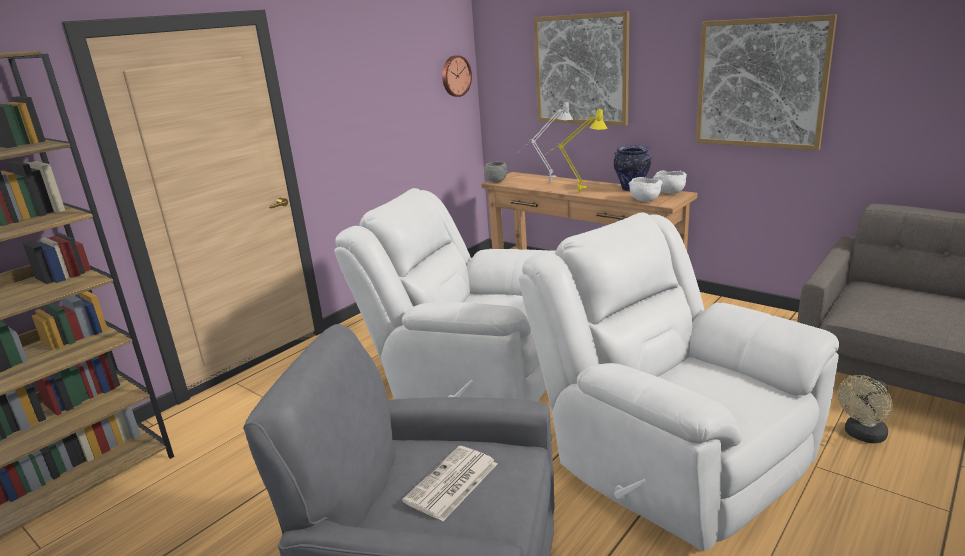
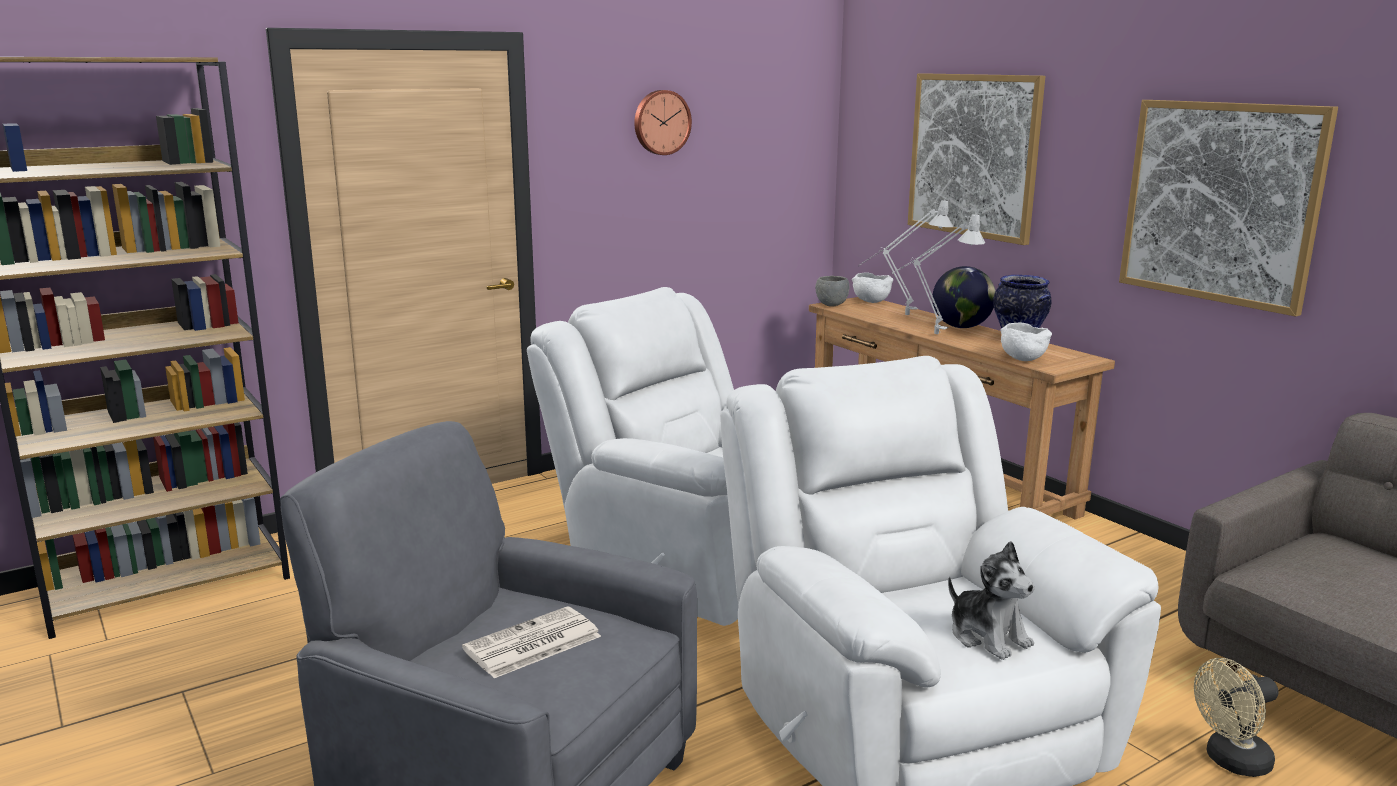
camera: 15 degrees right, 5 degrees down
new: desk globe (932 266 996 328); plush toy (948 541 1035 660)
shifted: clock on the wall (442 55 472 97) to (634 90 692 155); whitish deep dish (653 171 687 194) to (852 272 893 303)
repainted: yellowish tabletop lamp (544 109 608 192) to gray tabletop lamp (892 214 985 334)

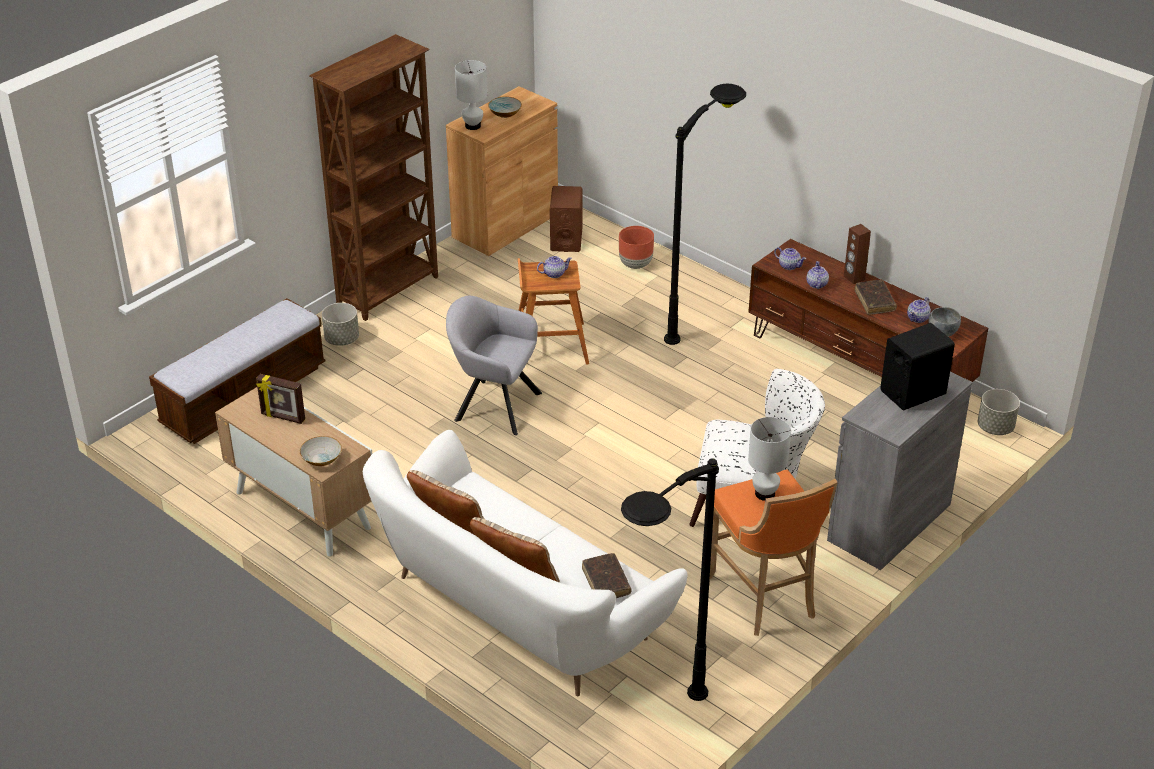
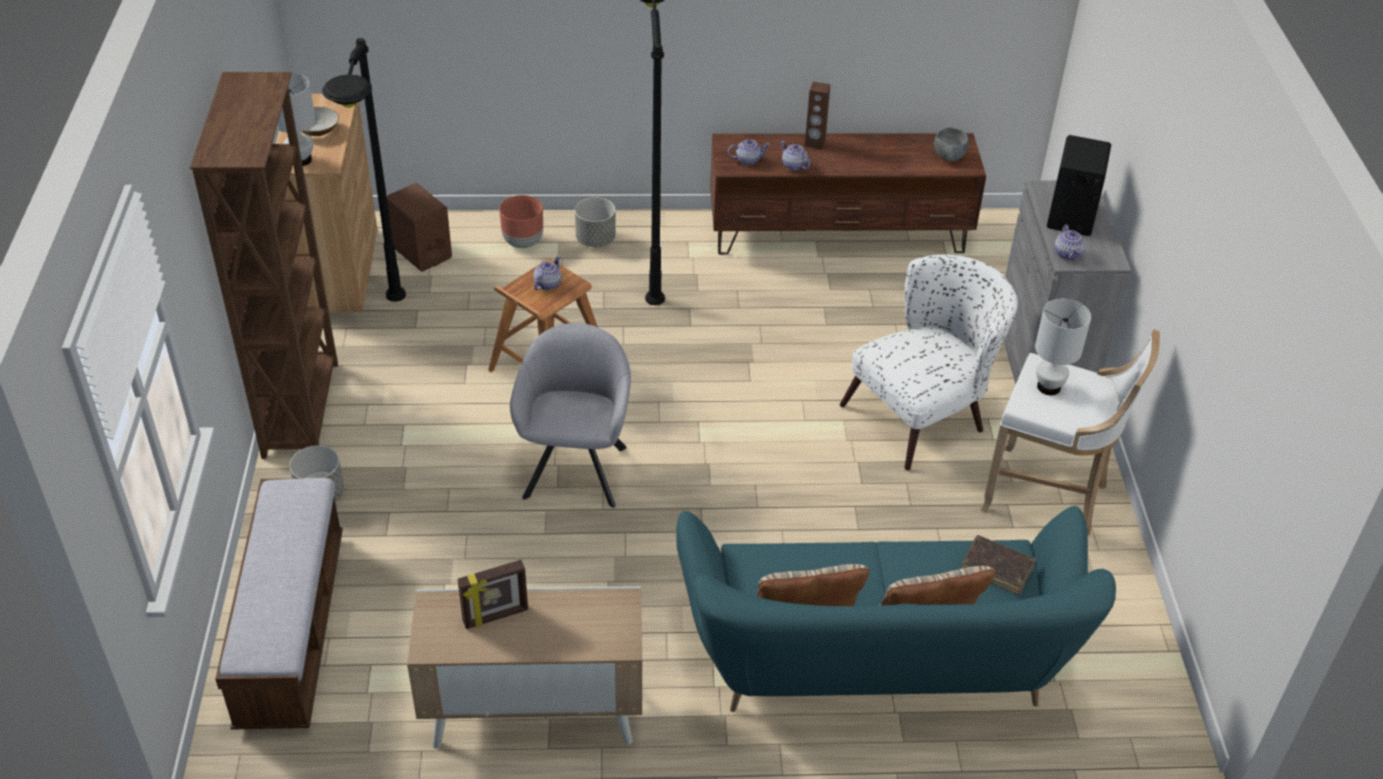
camera: 45 degrees left, 5 degrees up
gone: brownish bound book (854 280 897 315); deep dish (300 436 342 466)
shifted: tea pot (907 297 931 323) to (1055 225 1085 261); gray plant pot (978 389 1020 435) to (575 197 616 247); blackish floor lamp (621 458 719 701) to (322 38 406 302)
repainted: whitish settee (363 430 687 696) to turquoise settee (676 506 1116 712); orange stool seat (710 470 838 636) to whitish stool seat (980 330 1160 536)
rotated: gray lounge chair (446 296 542 435) = (510 323 631 508) 120 degrees clockwise

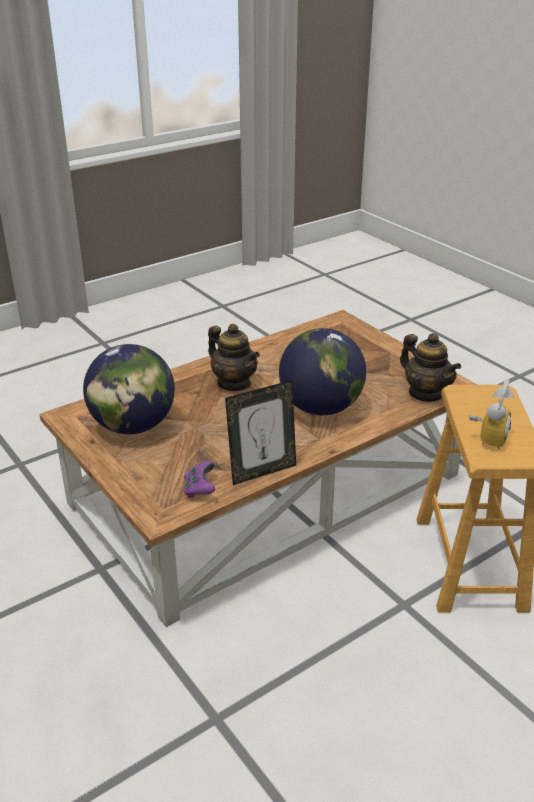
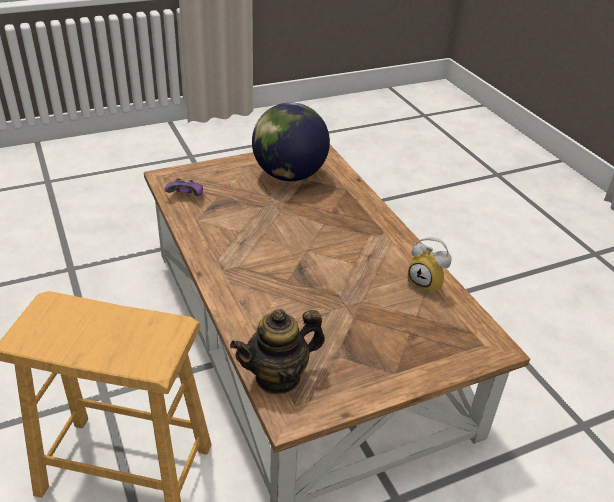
camera: 100 degrees right, 5 degrees up
gone: tea pot (208 324 260 391); desk globe (279 328 366 415); standing frame (225 380 296 485)
shifted: table clock (469 379 514 450) to (408 237 452 294)

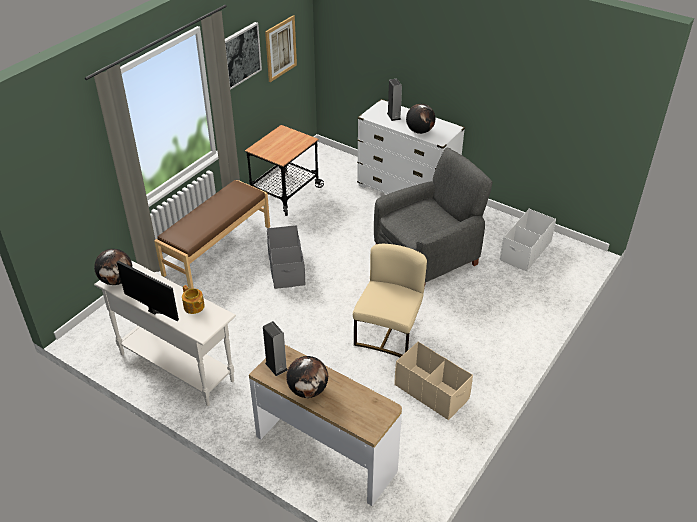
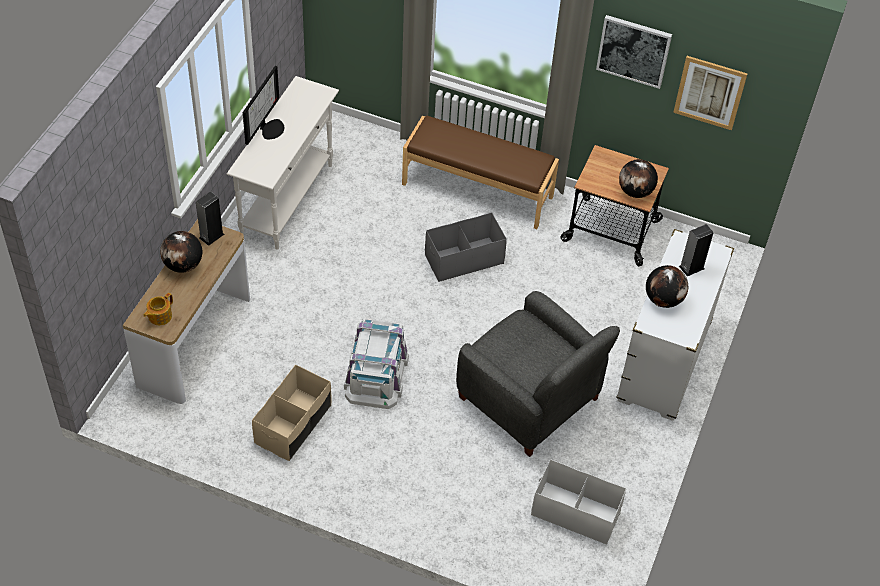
camera: 75 degrees right, 10 degrees up
shifted: desk globe (94 249 132 285) to (619 159 658 198); tea pot (182 285 205 314) to (144 293 173 325)
swapped: beige-coloured chair (353 244 427 357) to whitish storage container (344 318 409 409)

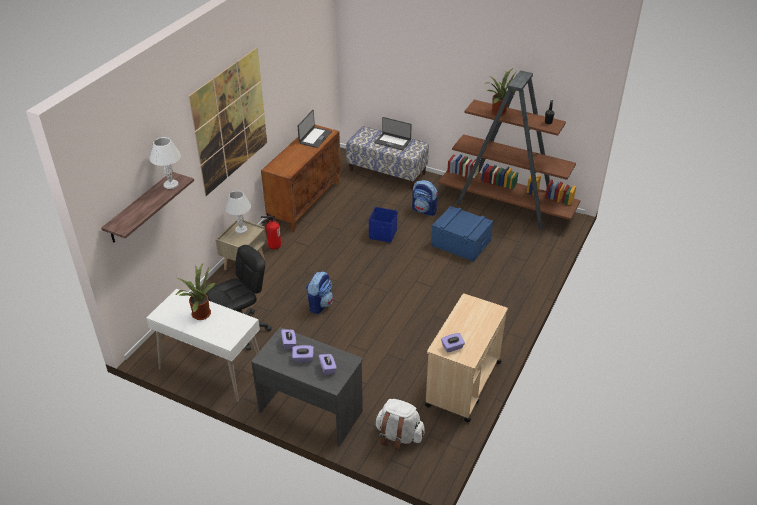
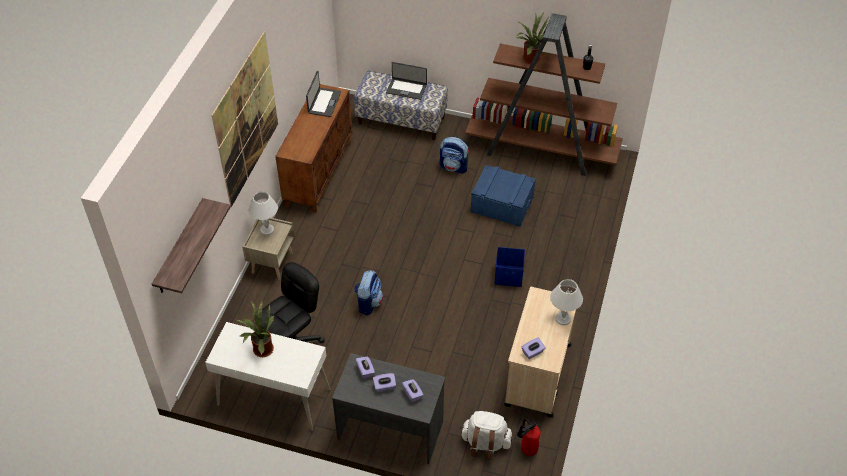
camera: 10 degrees left, 10 degrees up
shifted: whitish tabletop lamp (149 137 181 189) to (550 279 583 325); blue-coloured storage container (369 207 397 243) to (494 247 525 287); fire-fighting cylinder (261 213 281 249) to (517 418 541 456)

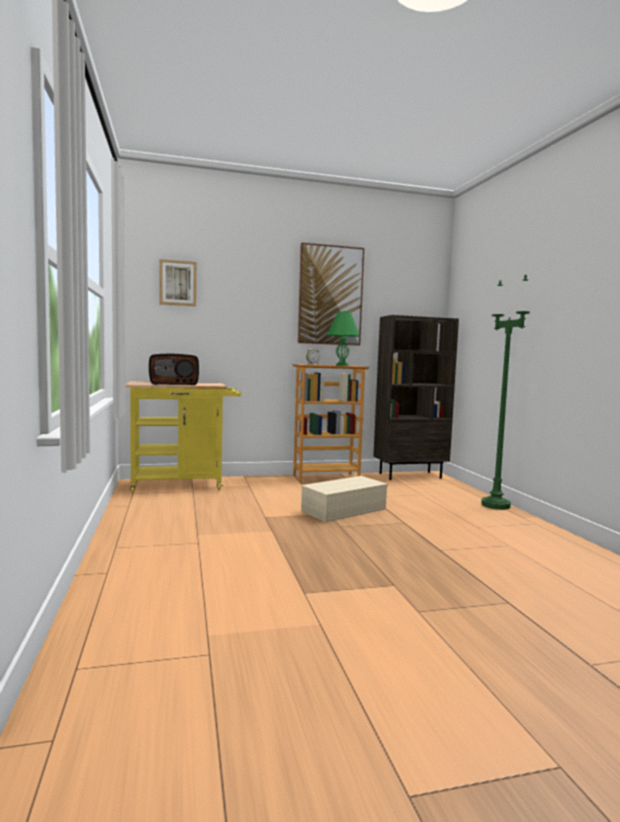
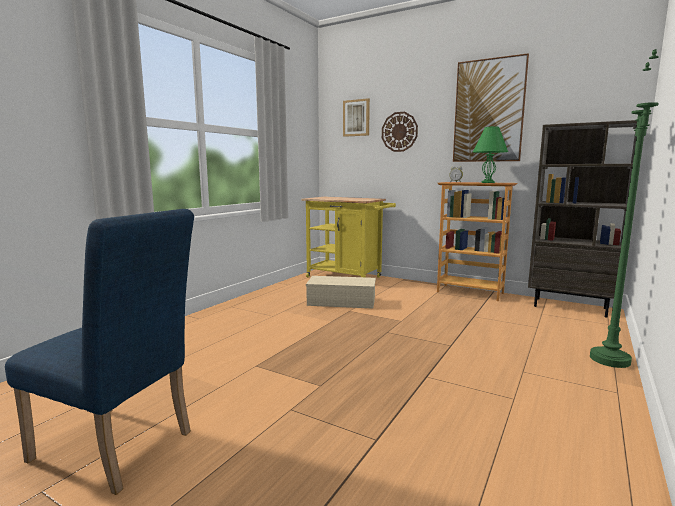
camera: 45 degrees right, 5 degrees up
gone: radio receiver (149 354 199 385)
new: clock on the wall (382 112 418 152); blue-coloured chair (5 209 194 495)
shifted: beige-coloured storage container (301 476 388 522) to (306 276 376 309)

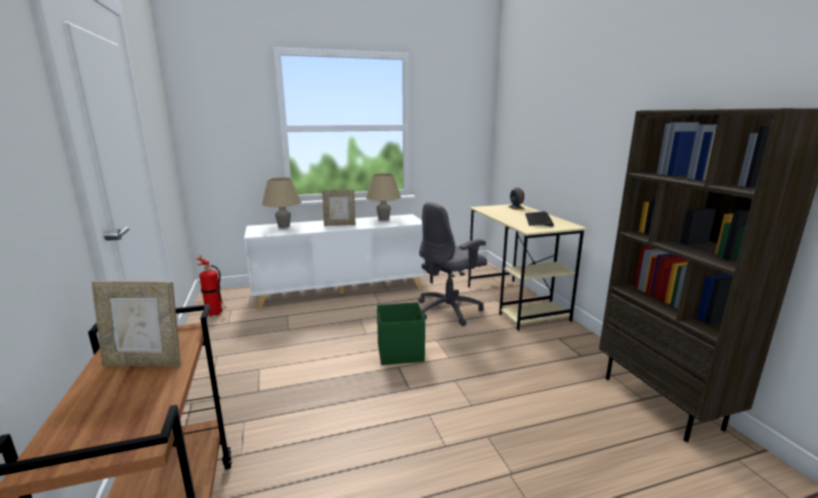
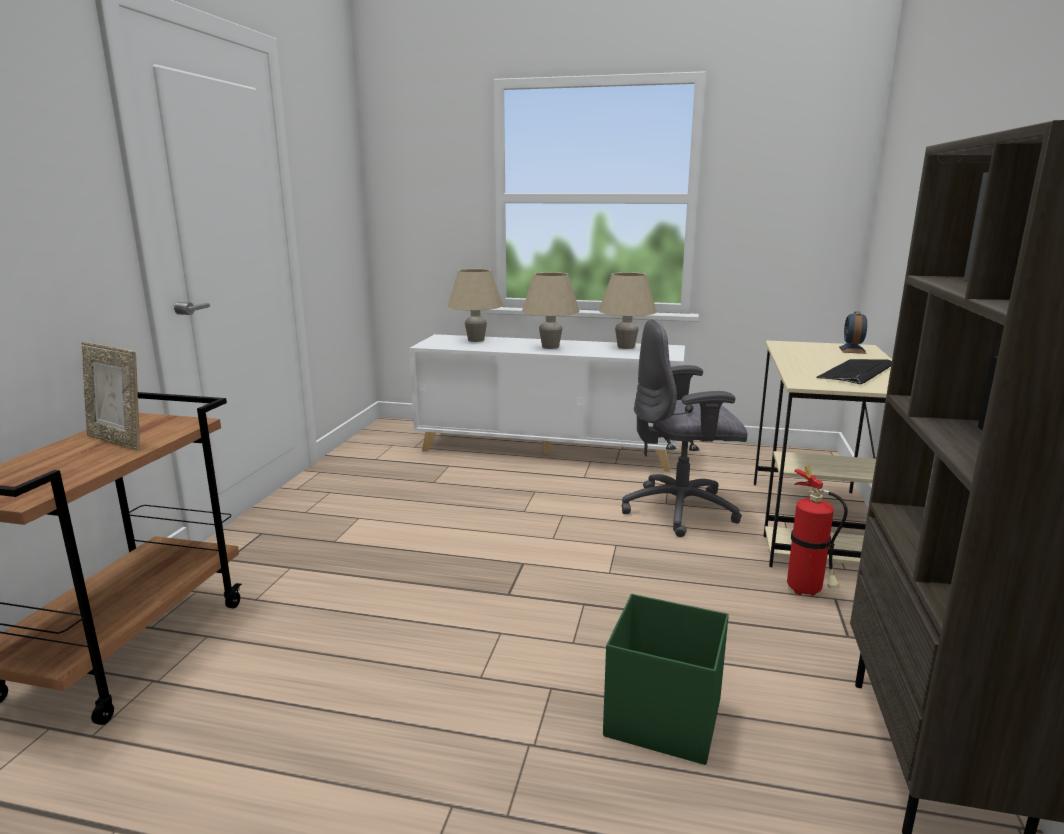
camera: 30 degrees right, 0 degrees up
shifted: fire-fighting cylinder (196 255 227 317) to (787 465 848 596); green-coloured storage container (377 302 425 365) to (603 594 729 765)
swapped: standing frame (322 190 356 226) to beige-coloured tabletop lamp (522 272 580 349)

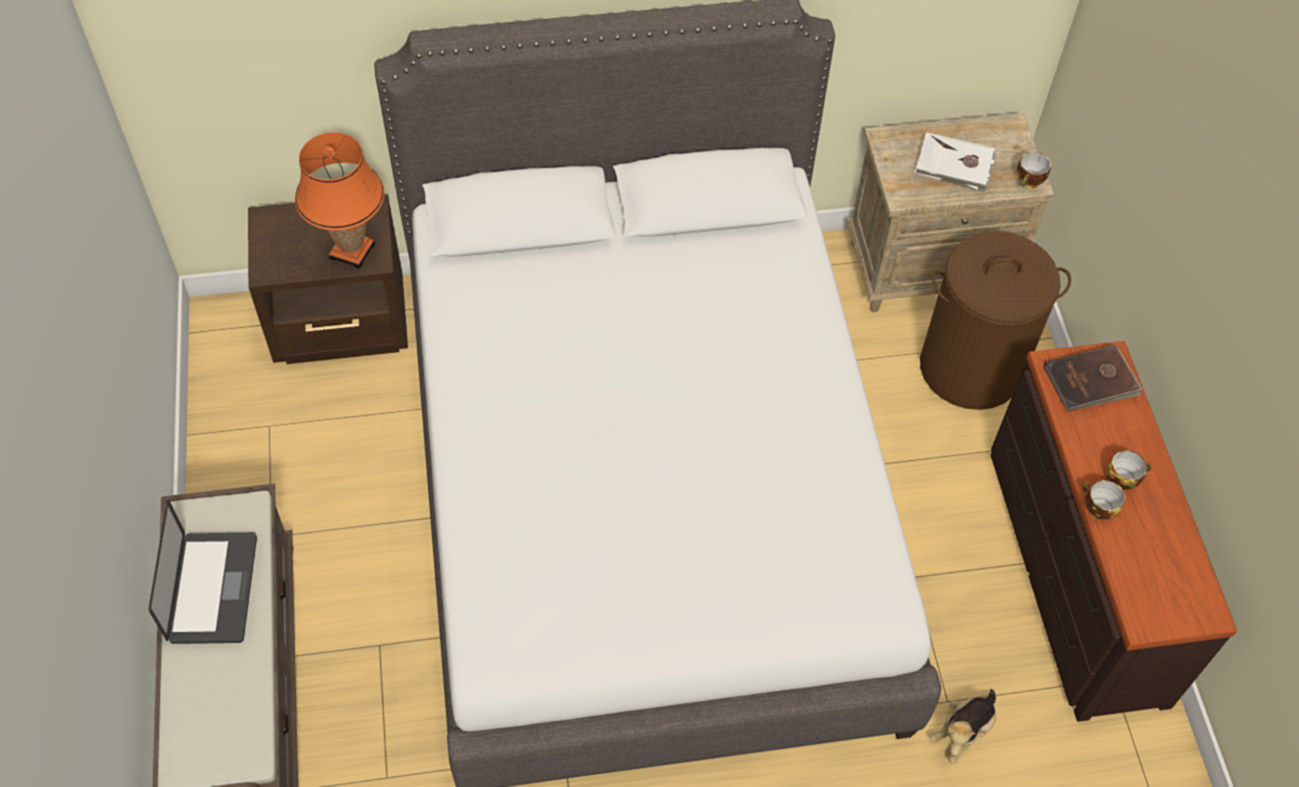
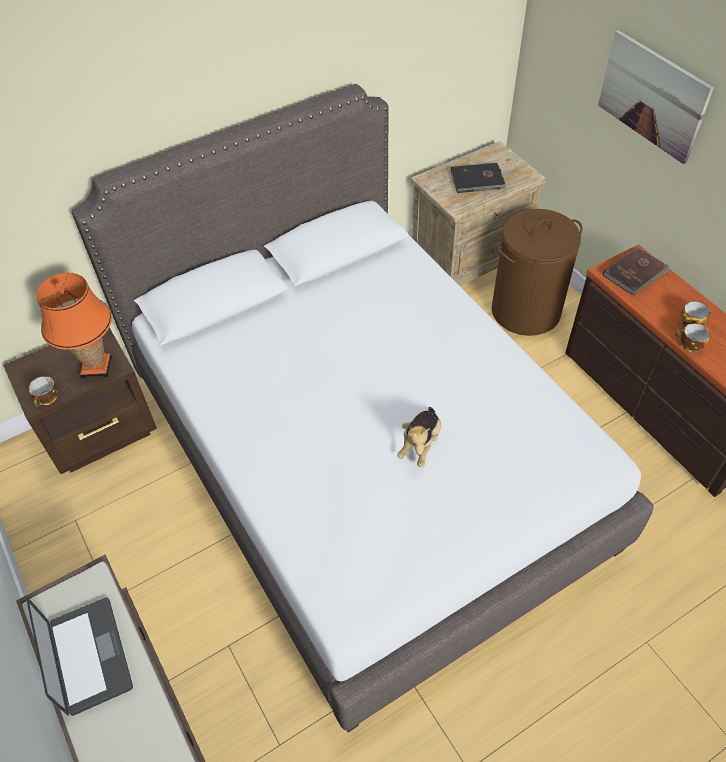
camera: 20 degrees left, 5 degrees down
new: wall art (598 30 714 164)
shifted: drinking cup (1017 152 1051 188) to (28 376 58 407); plush toy (930 689 996 764) to (397 407 441 467)
repainted: whitish bound book (914 132 996 192) to blackish bound book (451 163 506 193)

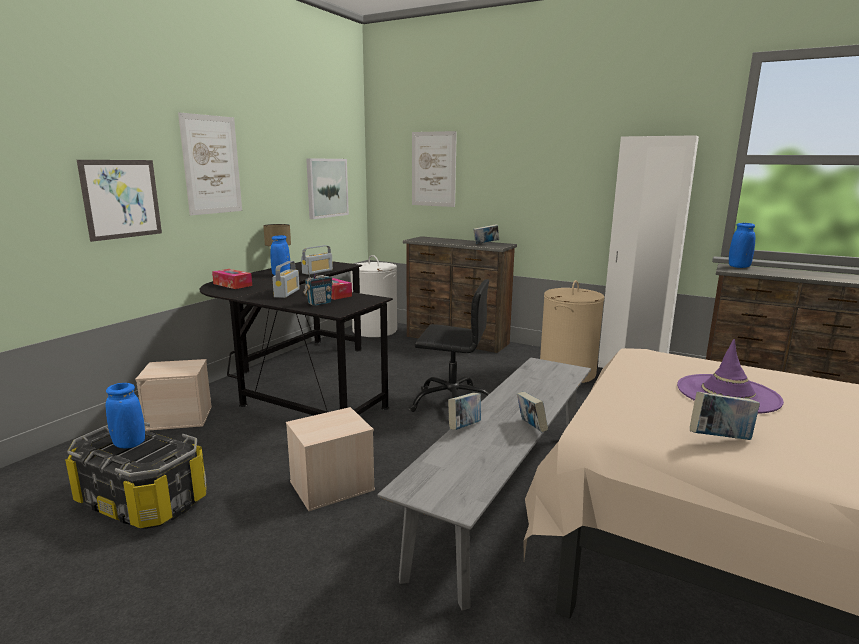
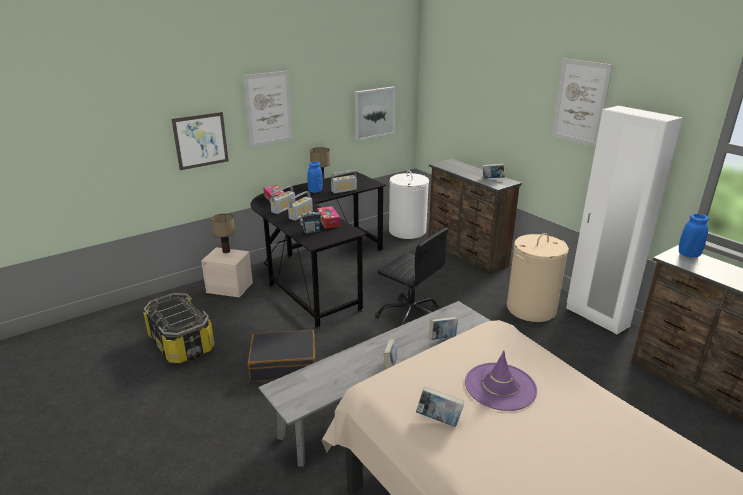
camera: 25 degrees right, 10 degrees up
gone: blue-coloured vase (106 383 145 449)
new: radio receiver (270 186 295 214); tabletop lamp (211 214 235 253)
shifted: wall art (412 131 457 207) to (552 58 613 147); bound book (448 393 481 430) to (429 317 458 340)
swapped: beige-coloured storage container (286 407 375 511) to blackish piece of luggage (248 330 316 382)

